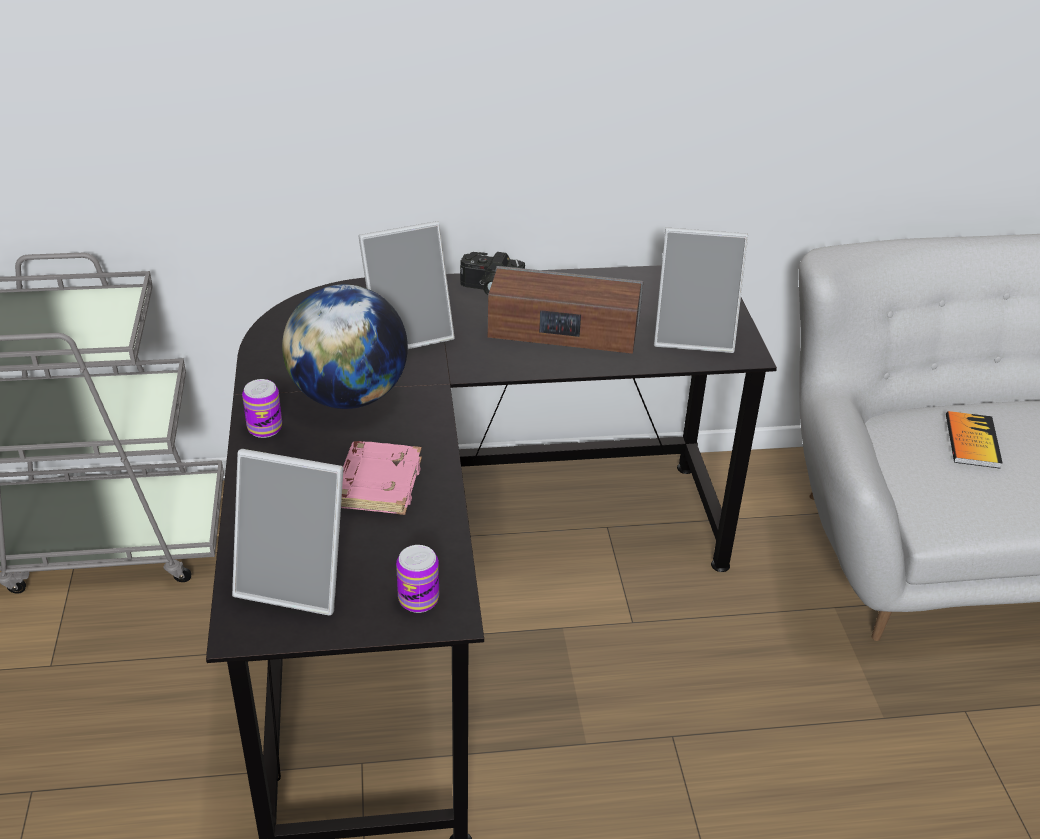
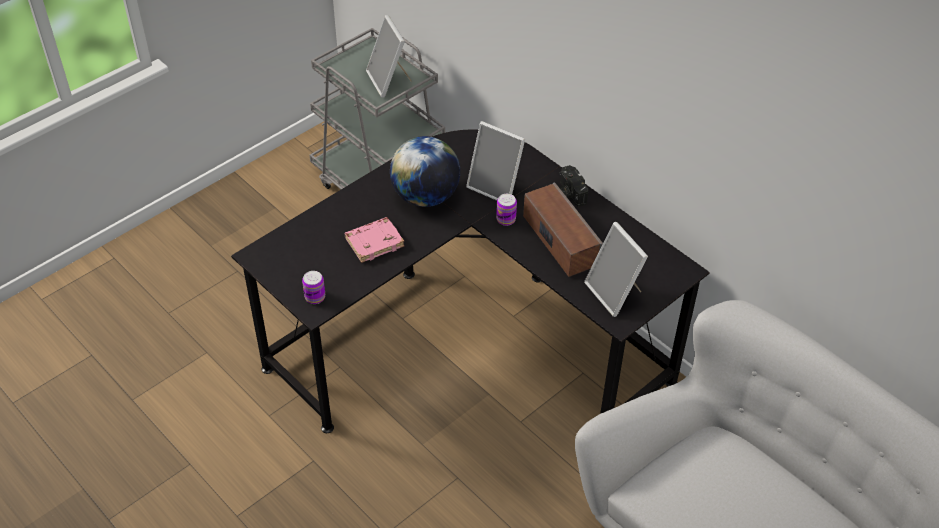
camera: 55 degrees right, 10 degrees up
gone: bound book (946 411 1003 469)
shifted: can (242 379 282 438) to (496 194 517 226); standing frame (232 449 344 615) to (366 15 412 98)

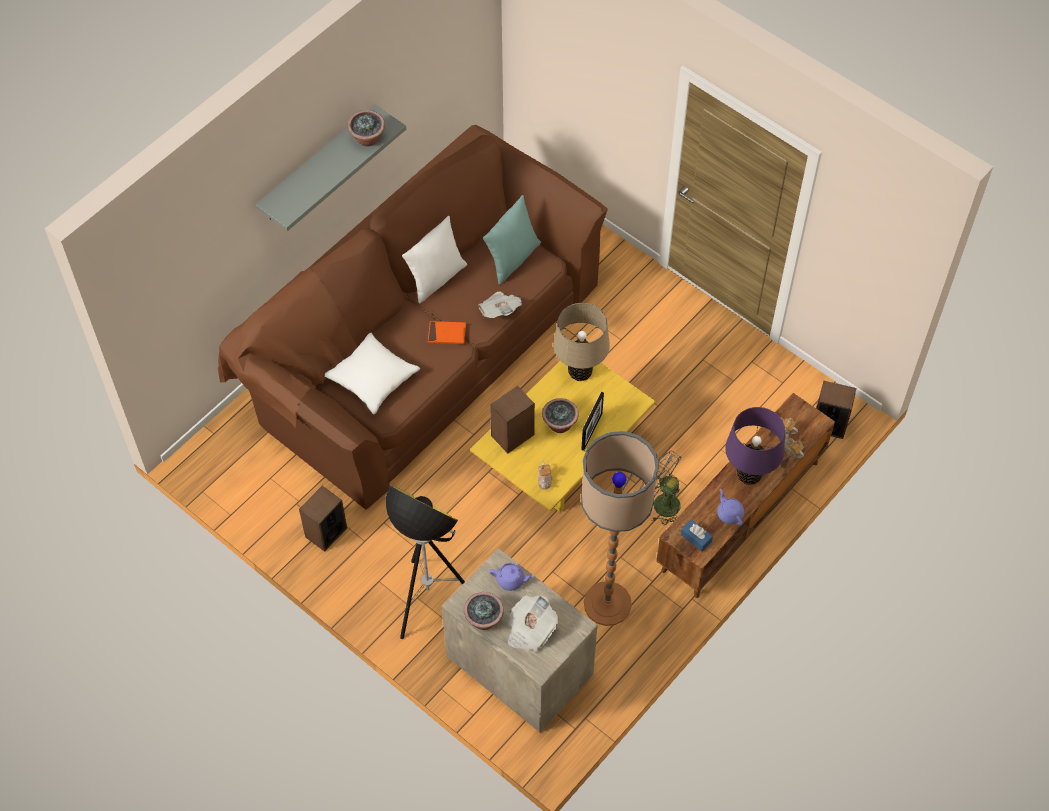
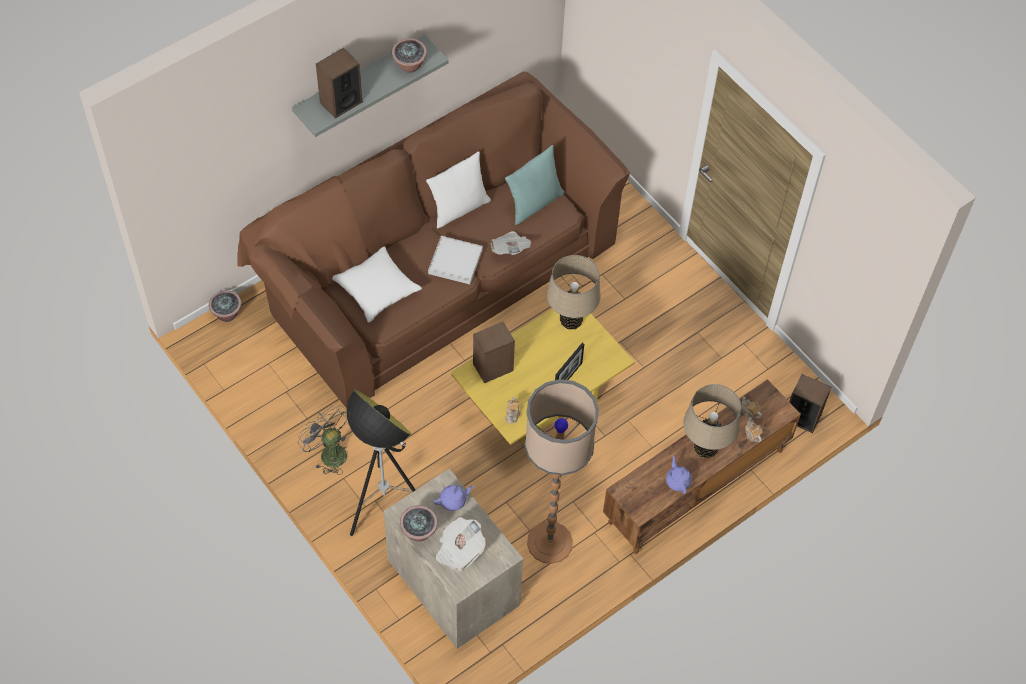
camera: 10 degrees right, 0 degrees up
gone: blue-coloured box of tissues (681 519 713 552)
shifted: houseplant (542 398 579 433) to (209 290 242 322); gray cooling fan (640 451 682 525) to (298 405 347 475); audio speaker (299 486 347 552) to (316 48 362 119)
swapped: orange bound book (428 321 466 344) to whitish serving tray (428 236 483 284)
repainted: purplish tabletop lamp (725 407 785 485) to beige-coloured tabletop lamp (683 384 741 458)
rotated: purplish tea pot (490 563 534 591) = (434 485 474 511) 45 degrees counterclockwise

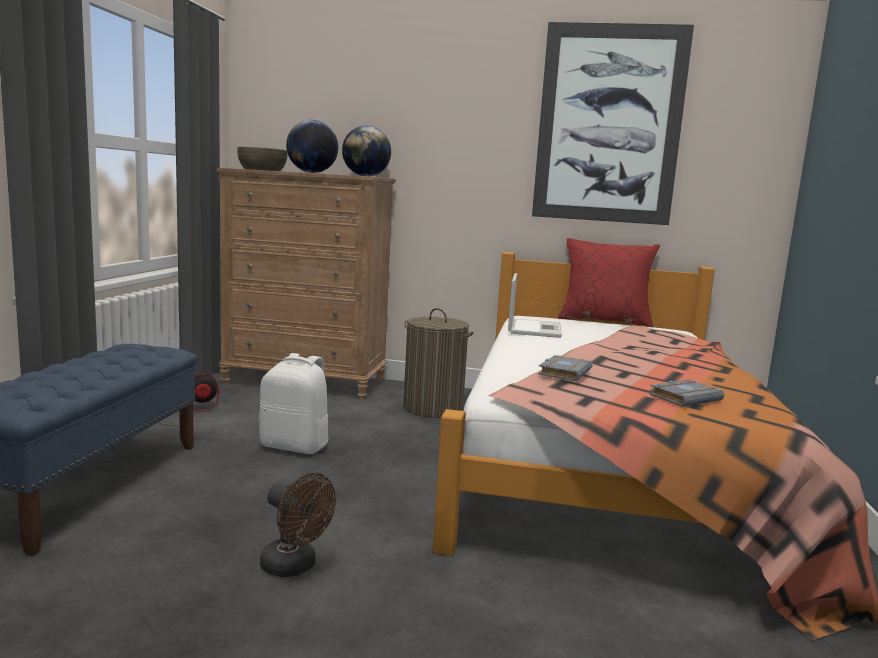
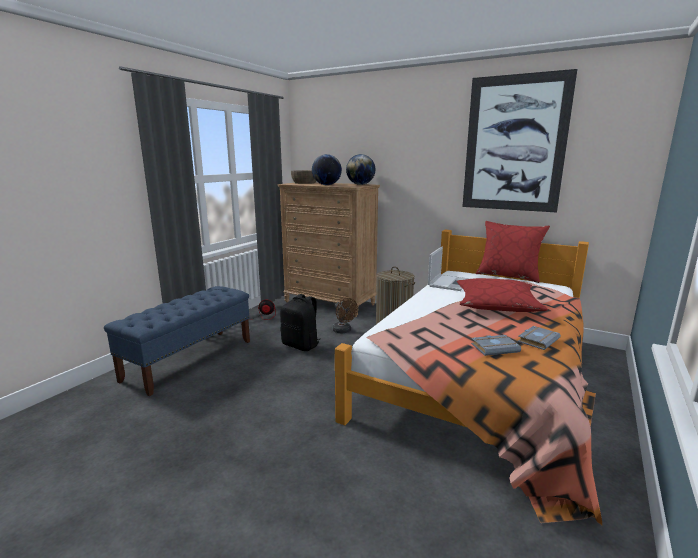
camera: 20 degrees right, 5 degrees up
new: reddish throw pillow (457 278 548 312)
shifted: gray bound book (538 355 593 381) to (517 326 561 350); brownish cooling fan (260 473 336 577) to (332 298 358 333)
repainted: whitish rucksack (260 353 329 454) to blackish rucksack (280 294 319 351)

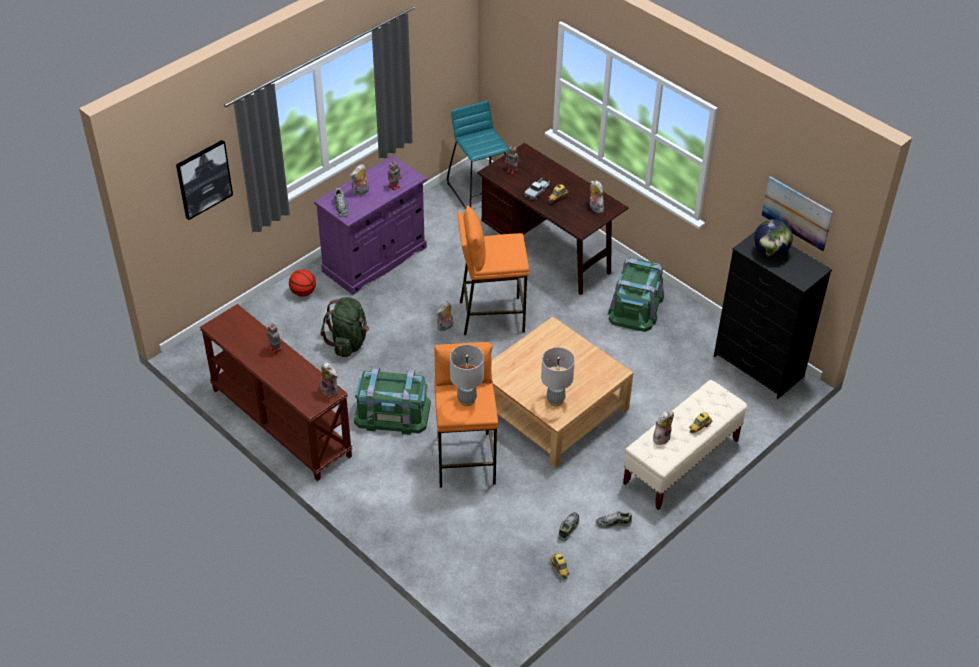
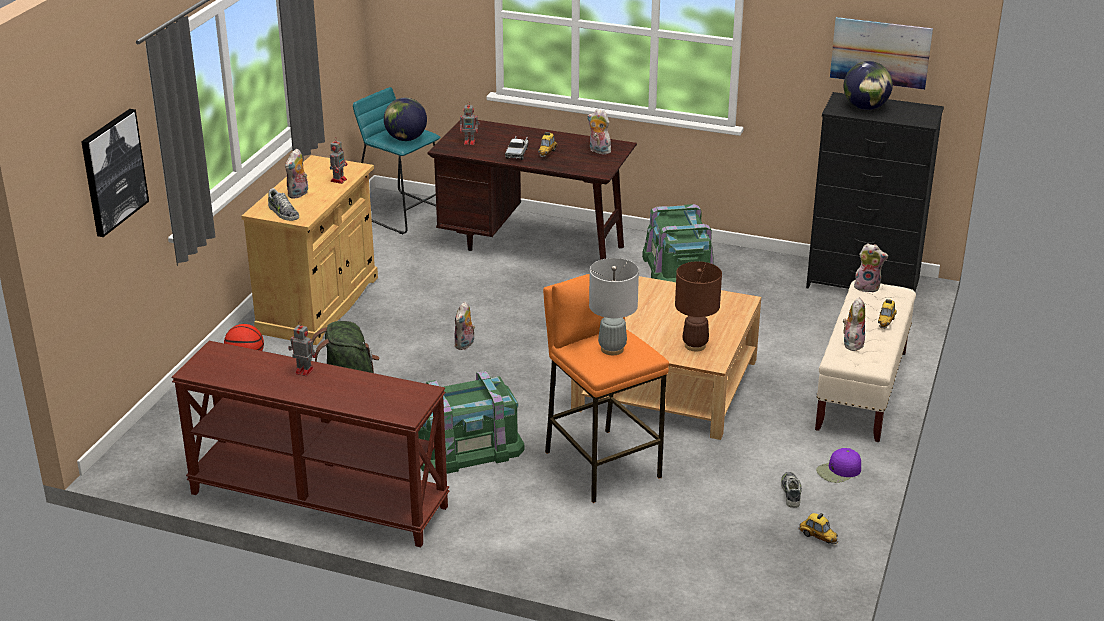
camera: 25 degrees left, 15 degrees down
gone: orange stool seat (457 206 529 335)
new: desk globe (384 98 427 141)
shifted: plush toy (320 362 338 397) to (854 243 888 293)
swapped: shoe (596 511 632 528) to purplish cap (816 448 861 483)
repainted: purplish cabinet (314 156 427 295) to beige-coloured cabinet (241 155 378 345); gray tabletop lamp (541 347 575 406) to brownish tabletop lamp (675 261 722 351)

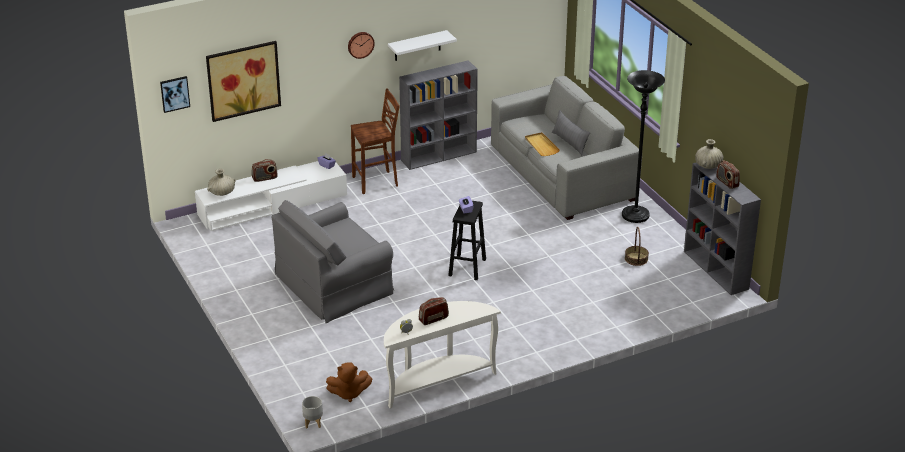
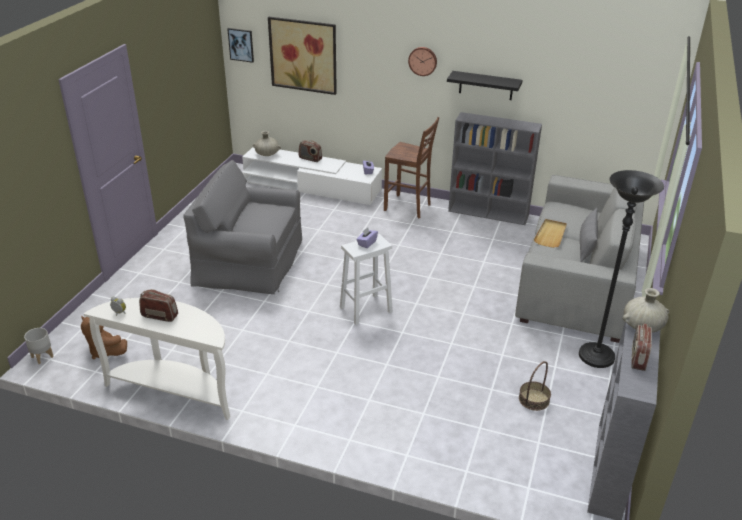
camera: 45 degrees right, 0 degrees up
repainted: whitish bracket shelf (388 30 457 61) to blackish bracket shelf (447 71 522 100); blackish stool seat (448 201 486 280) to whitish stool seat (340 234 393 325)

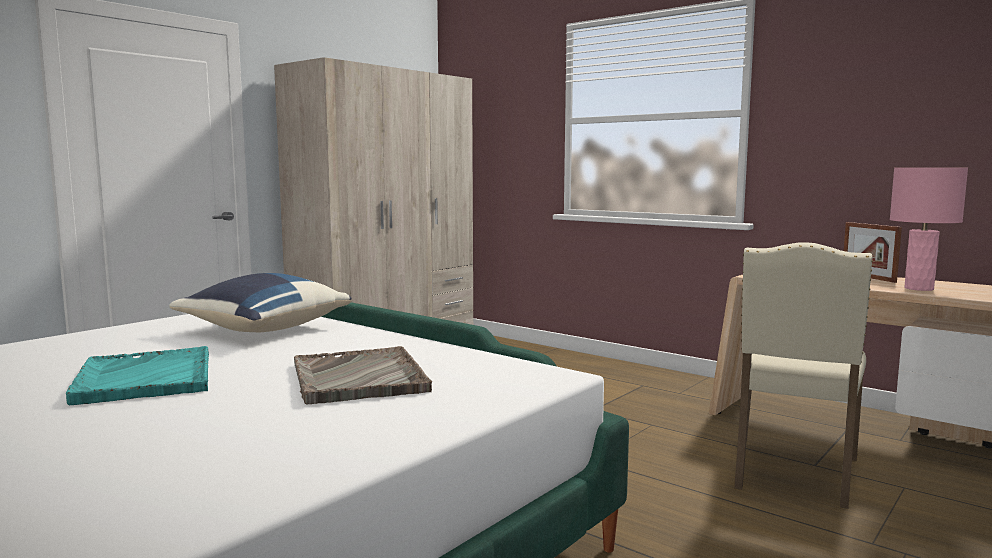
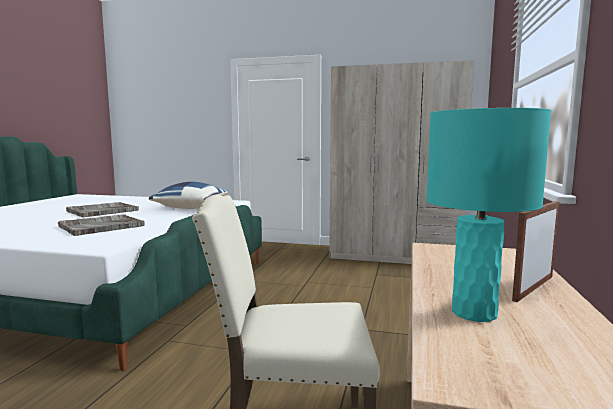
camera: 65 degrees right, 0 degrees up
repainted: pink tabletop lamp (890 168 968 291) to turquoise tabletop lamp (426 108 552 322); turquoise serving tray (66 346 209 405) to gray serving tray (66 202 139 217)

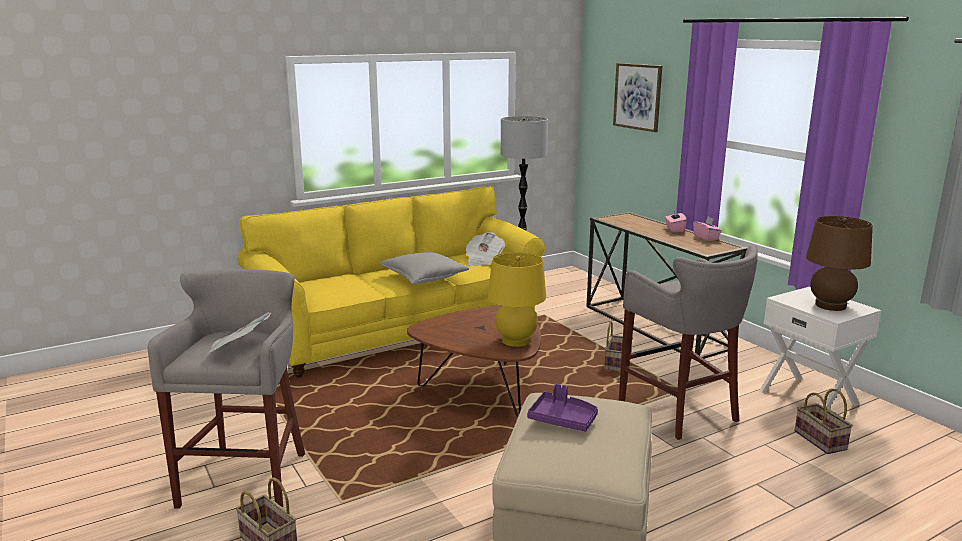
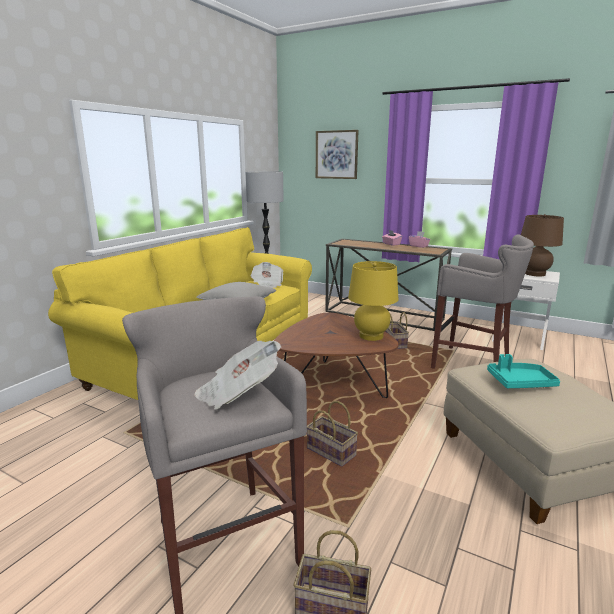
camera: 30 degrees left, 0 degrees up
shifted: storage basket (794 389 853 454) to (307 401 358 466)
repainted: purplish serving tray (527 384 598 431) to turquoise serving tray (487 354 560 388)

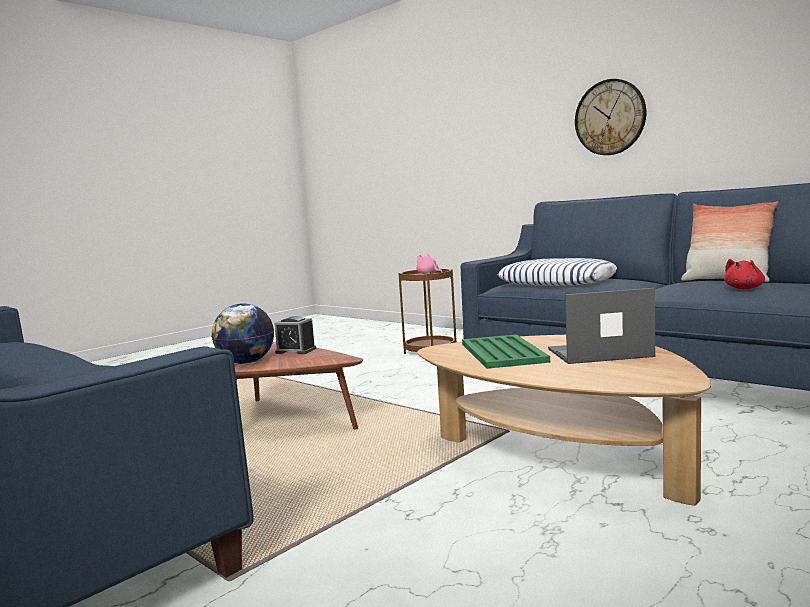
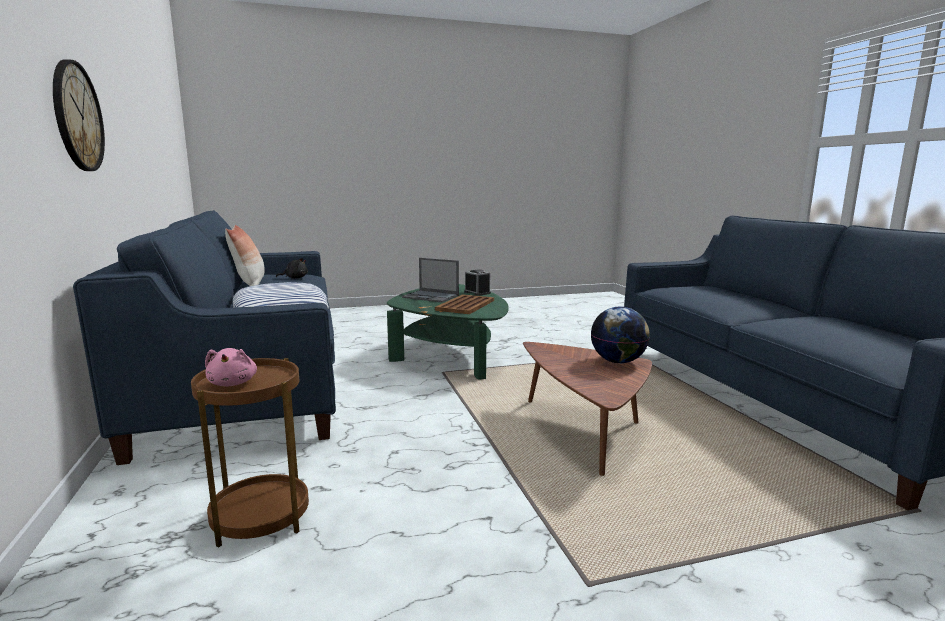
camera: 150 degrees left, 5 degrees up
shifted: table clock (274 316 316 354) to (464 269 491 296)
repainted: reddish plush toy (724 259 765 289) to blackish plush toy (276 258 308 279); green-coloured serving tray (462 334 550 369) to brownish serving tray (435 294 494 314); brownish low table (417 335 711 506) to green-coloured low table (387 284 509 380)

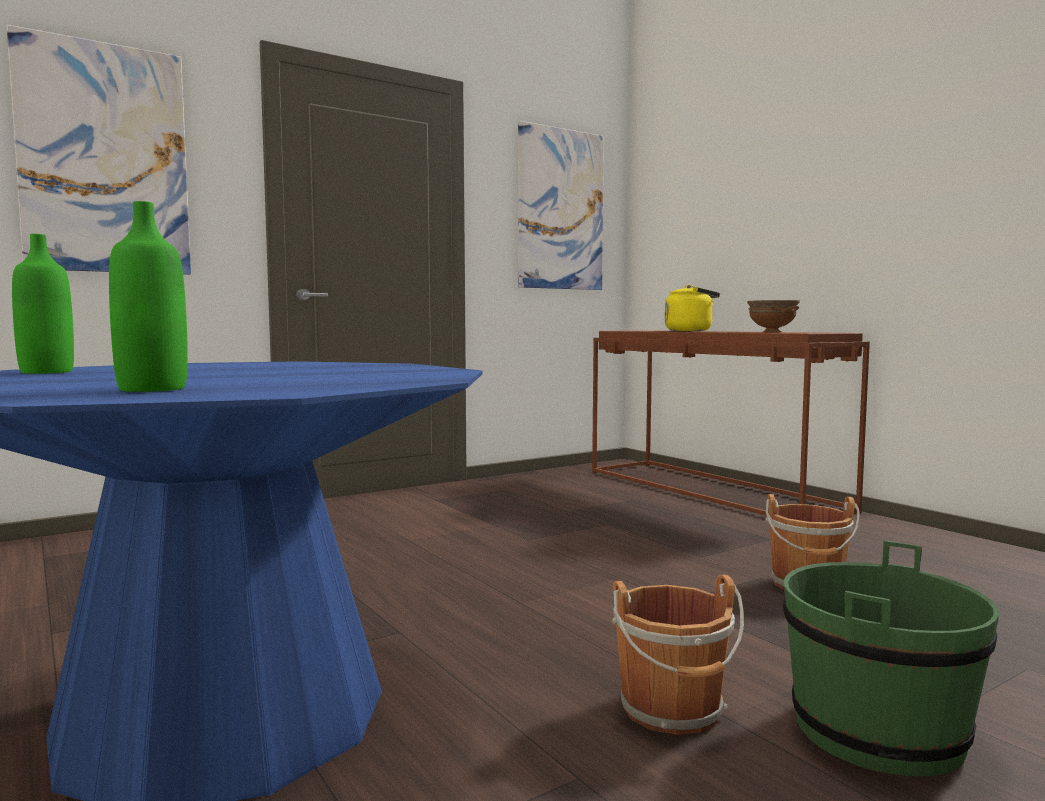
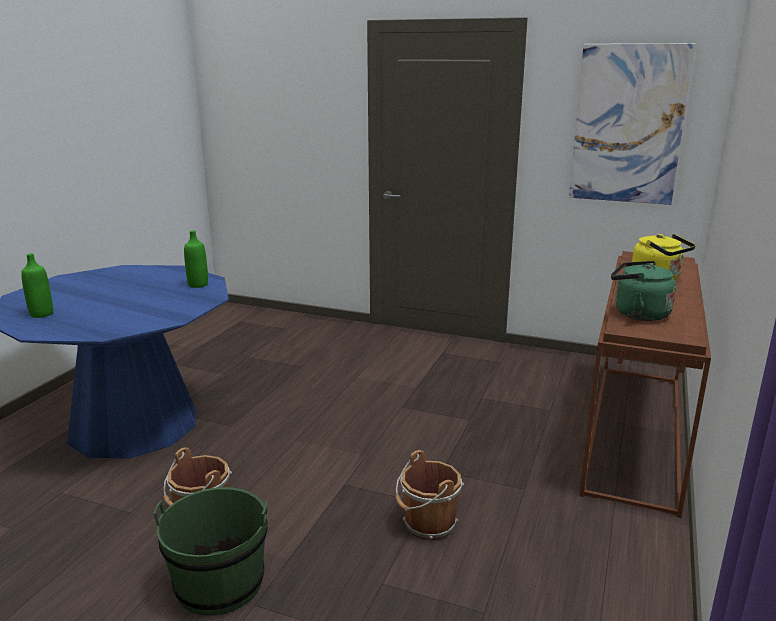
camera: 55 degrees right, 15 degrees up
gone: wall art (7 25 191 275)
shifted: green-coloured beverage bottle (12 234 74 374) to (184 230 208 288)
swapped: brownish deep dish (747 300 800 332) to green-coloured kettle (611 261 676 321)

